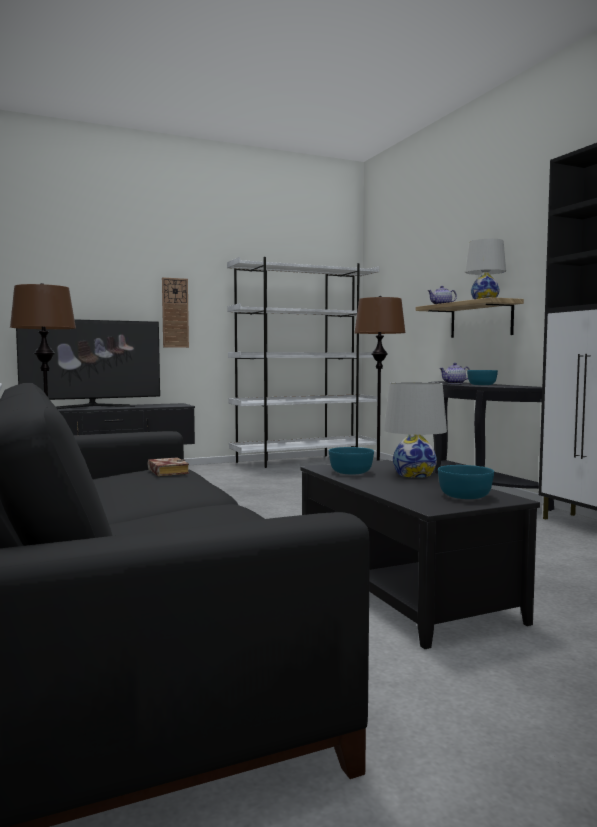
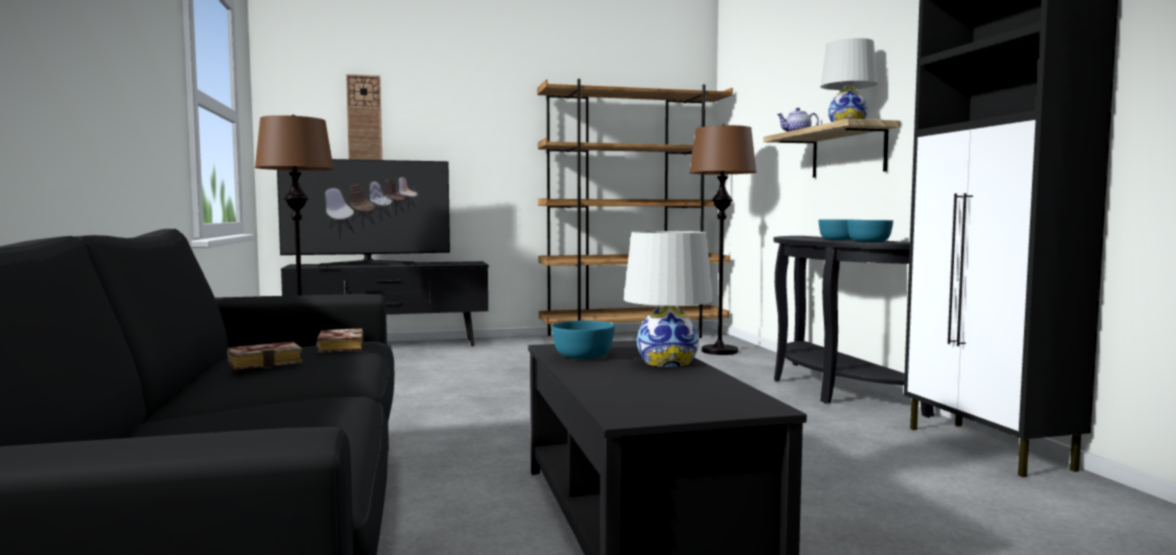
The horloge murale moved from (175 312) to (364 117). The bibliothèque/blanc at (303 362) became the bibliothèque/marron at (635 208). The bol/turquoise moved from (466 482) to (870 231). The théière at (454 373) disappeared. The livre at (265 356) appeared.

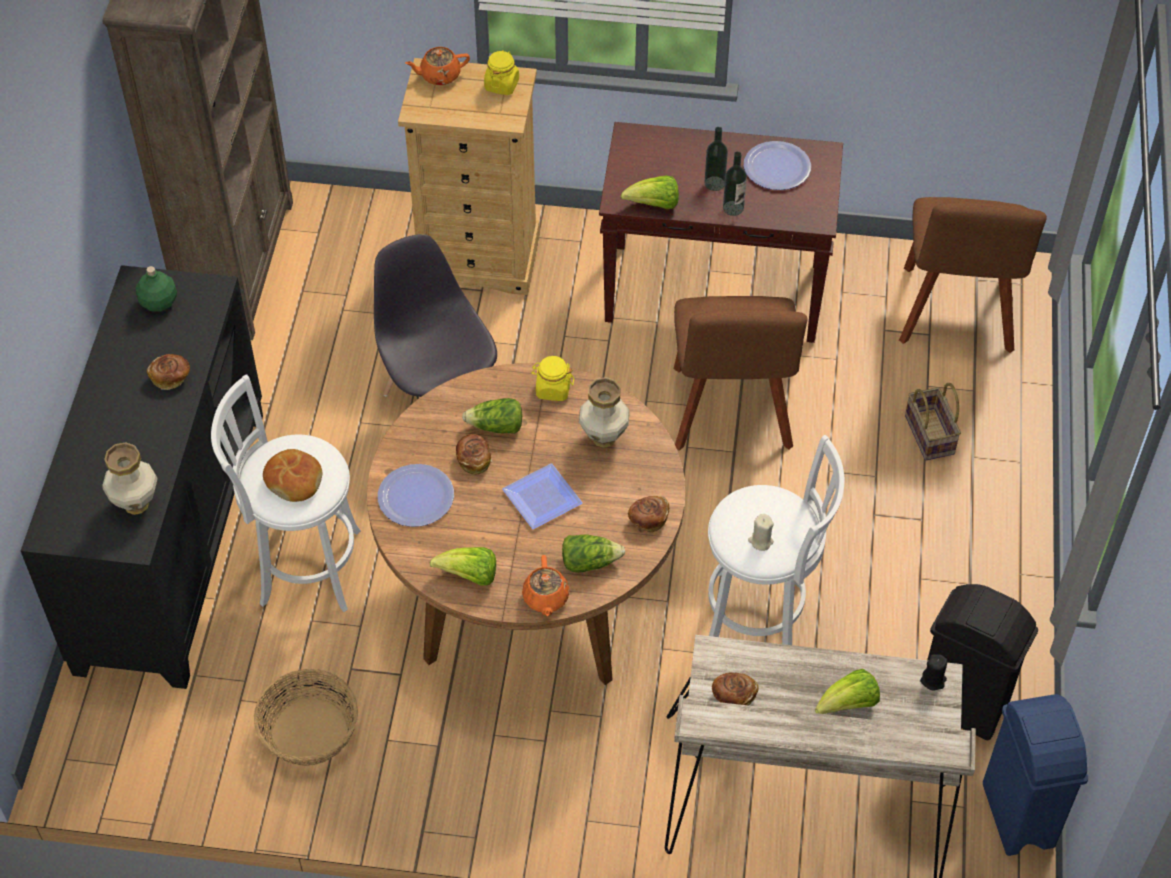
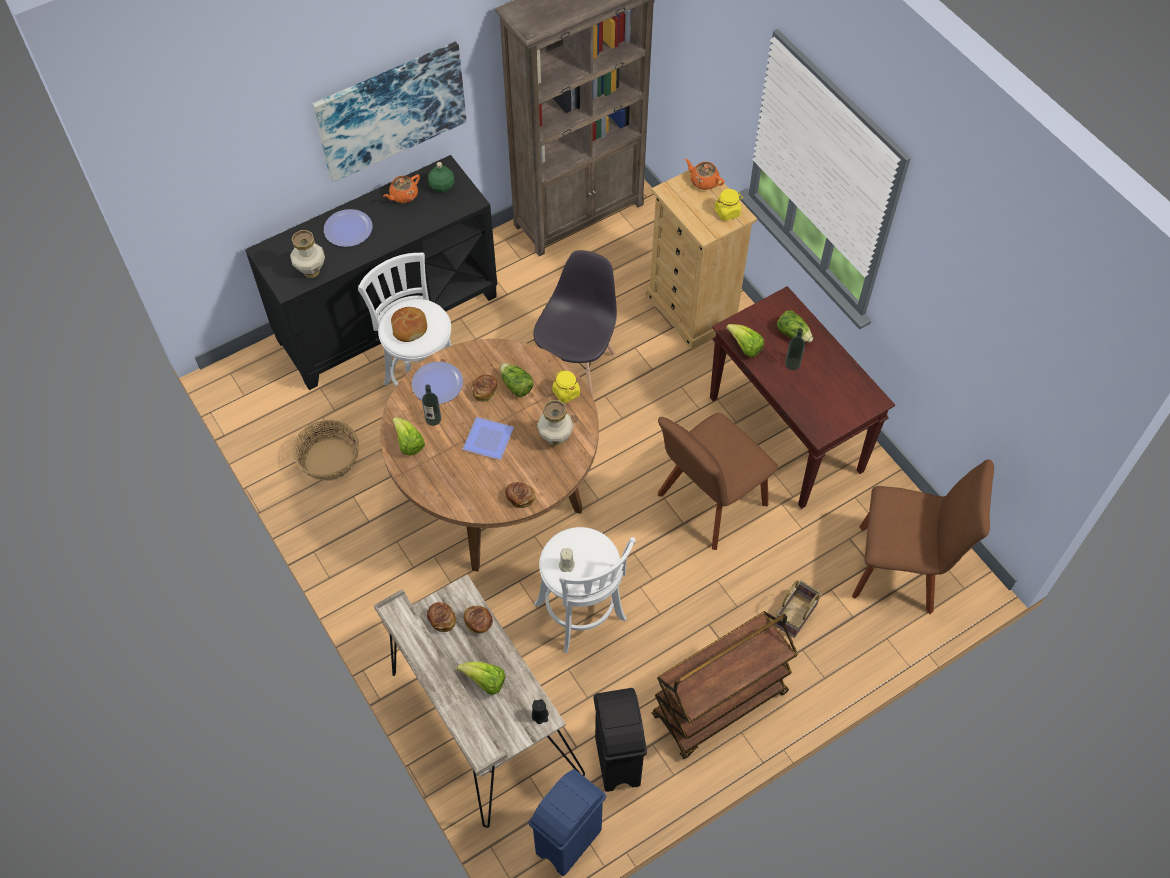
The pain moved from (168 372) to (478 619). The théière/orange moved from (546 585) to (401 188). The laitue moved from (593 553) to (795 326). The bouteille moved from (735 183) to (431 405). The assiette moved from (777 165) to (348 228). The chaise/marron at (973 275) turned 135 degrees counterclockwise. The tableau at (389 112) appeared. The chariot/marron at (725 685) appeared.

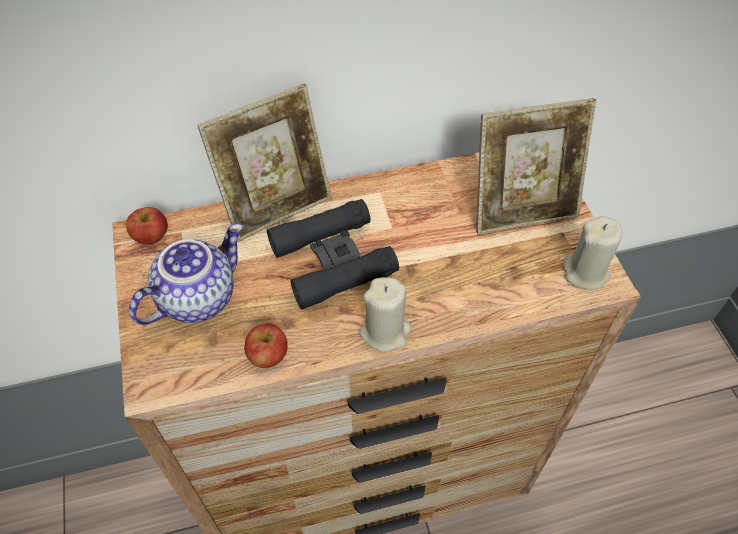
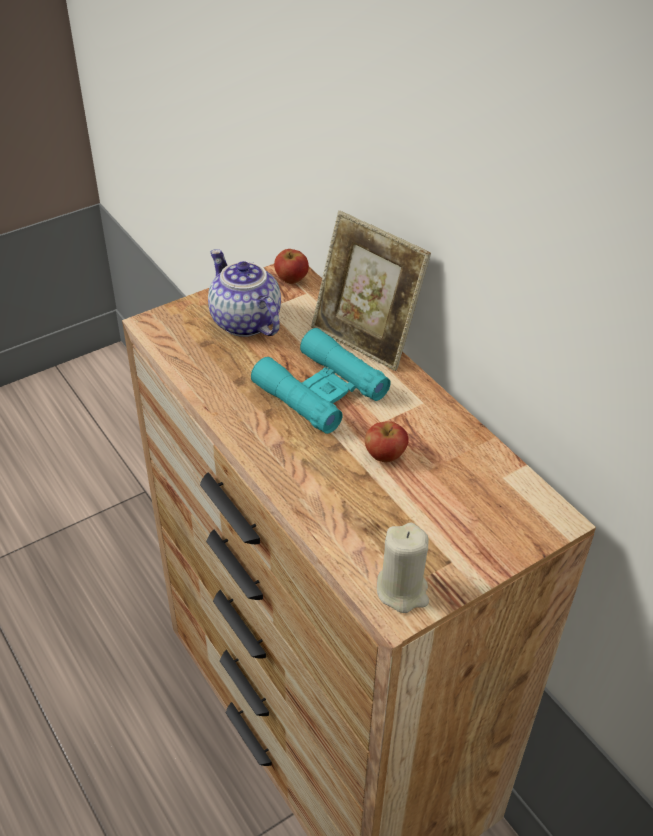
The théière at (186 274) turned 150 degrees counterclockwise. The pomme moved from (266 345) to (386 441). The jumelles/noir at (333 254) became the jumelles/turquoise at (321 381). The bougie/beige at (386 315) disappeared. The cadre photo at (536 166) disappeared.

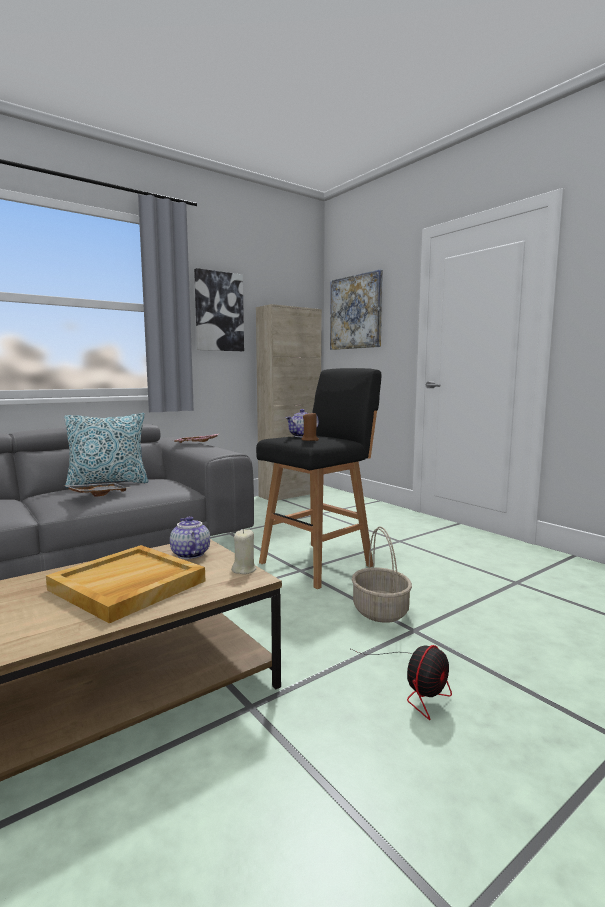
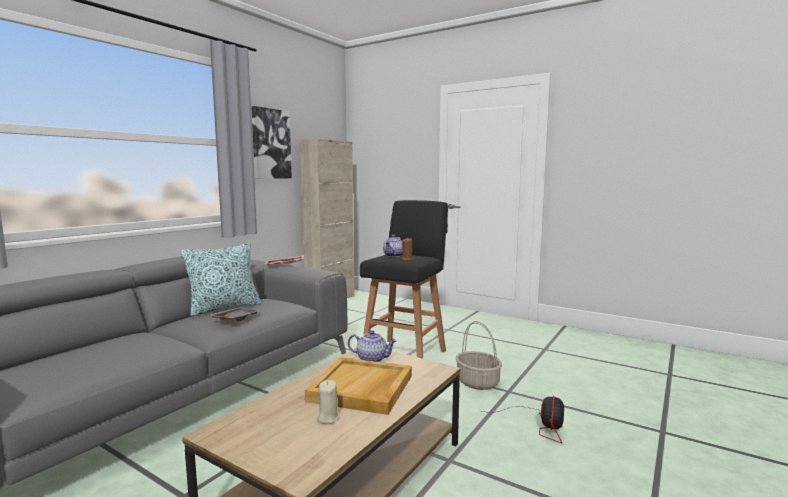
The théière at (190 537) turned 150 degrees clockwise. The bougie/beige moved from (244 551) to (328 402). The tableau at (356 309) disappeared.

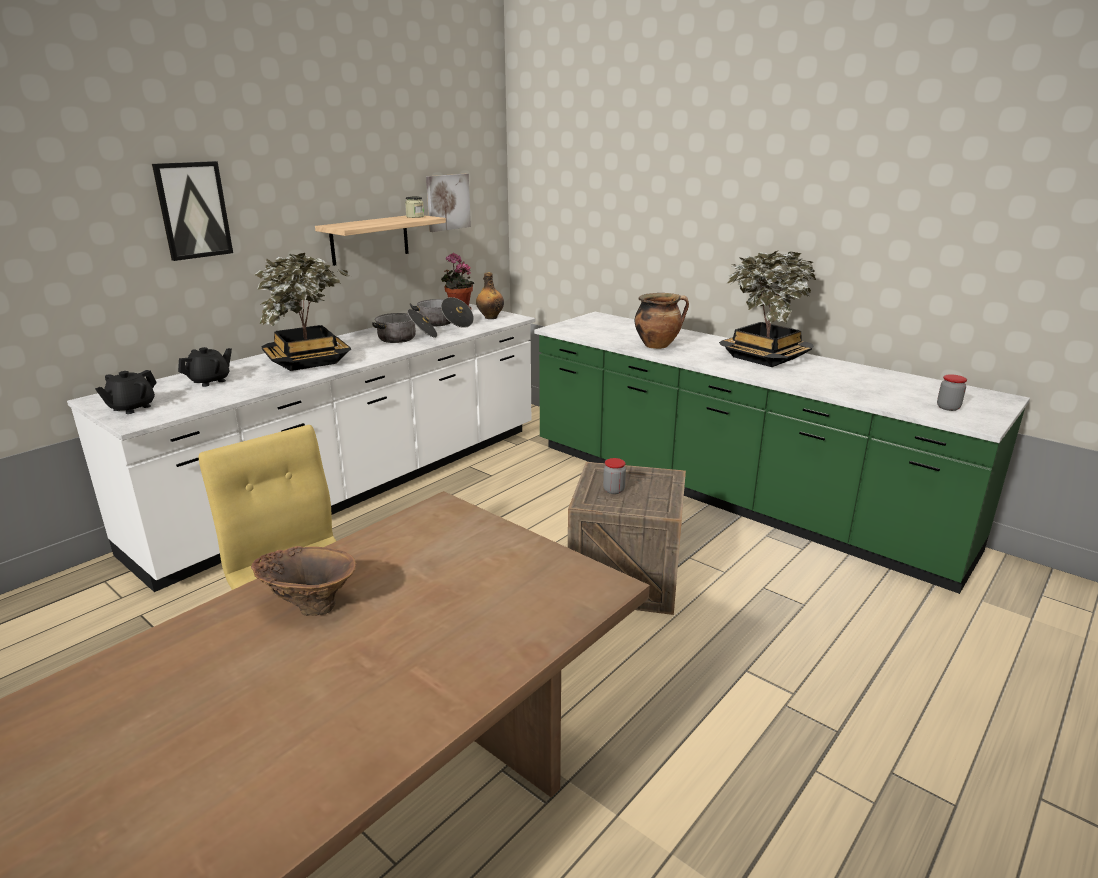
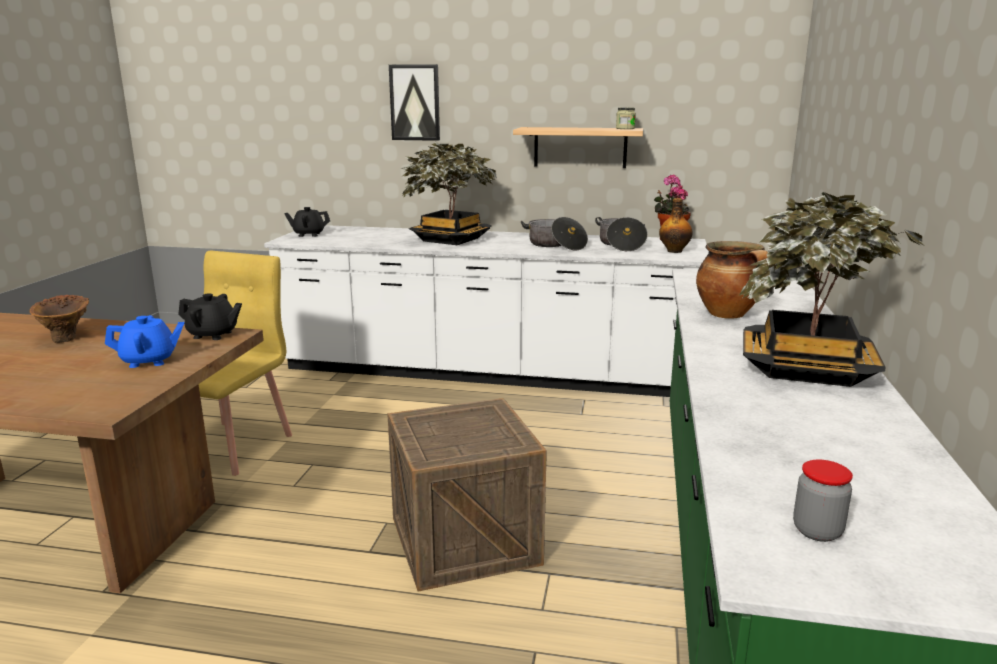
The théière/noir moved from (205 367) to (210 316). The tableau at (448 203) disappeared. The bocal at (614 476) disappeared. The théière/bleu at (144 341) appeared.

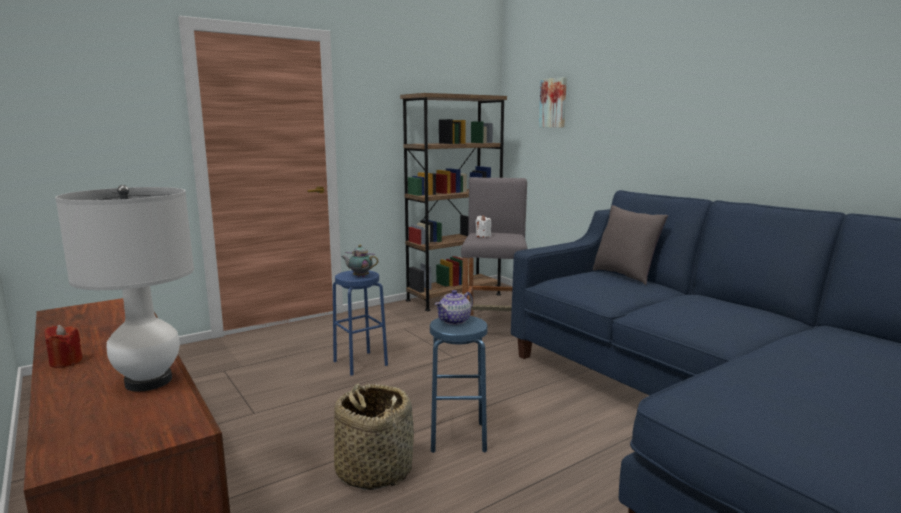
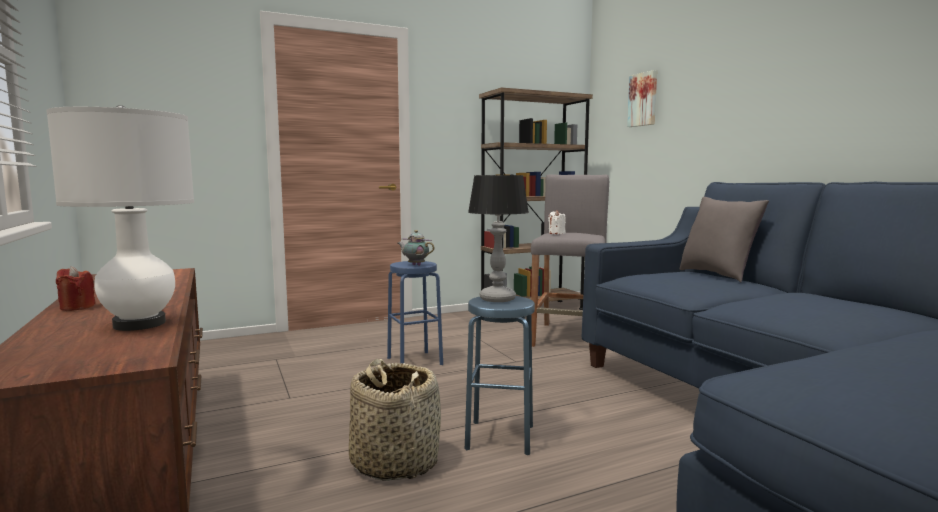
The théière at (454 307) was replaced by the lampe de table at (498 238).

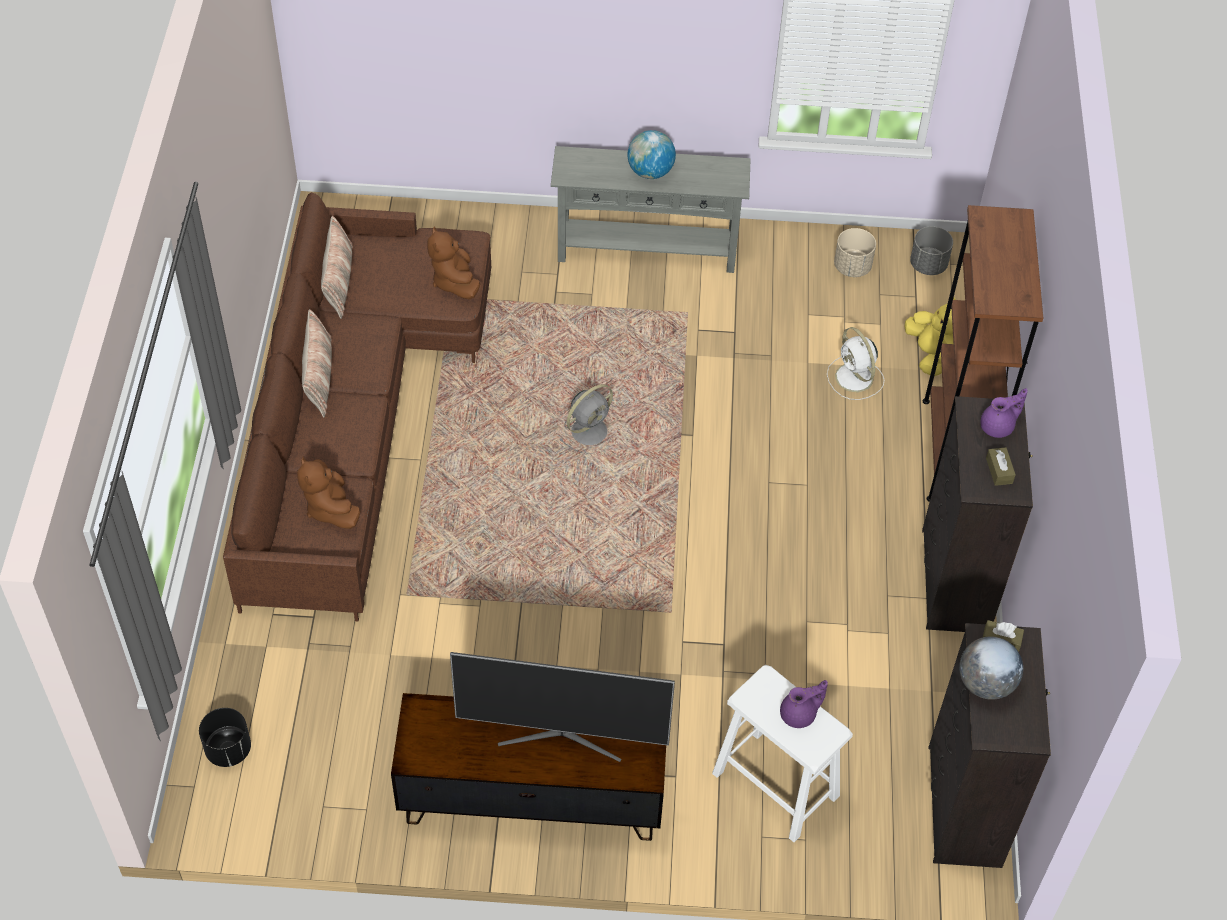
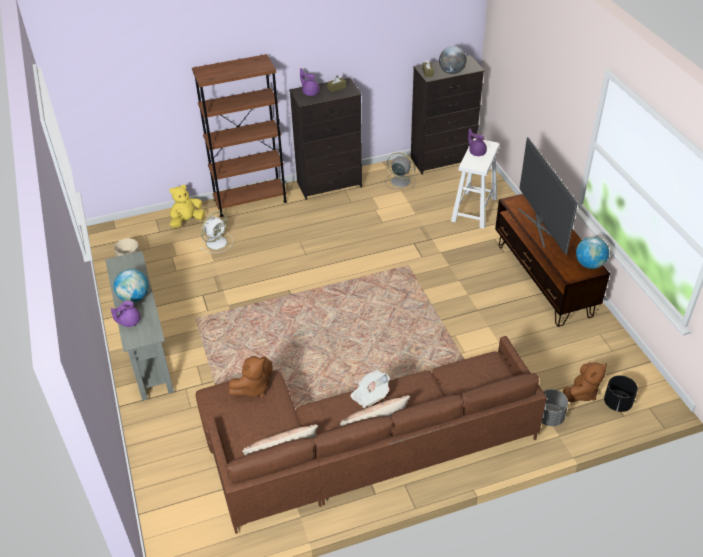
The peluche/marron moved from (328 493) to (585 382). The ventilateur/gris moved from (586 418) to (400 170). The cache-pot/gris moved from (931 250) to (555 407). The théière/violet at (125 314) appeared. The journal at (370 389) appeared. The globe at (592 253) appeared.

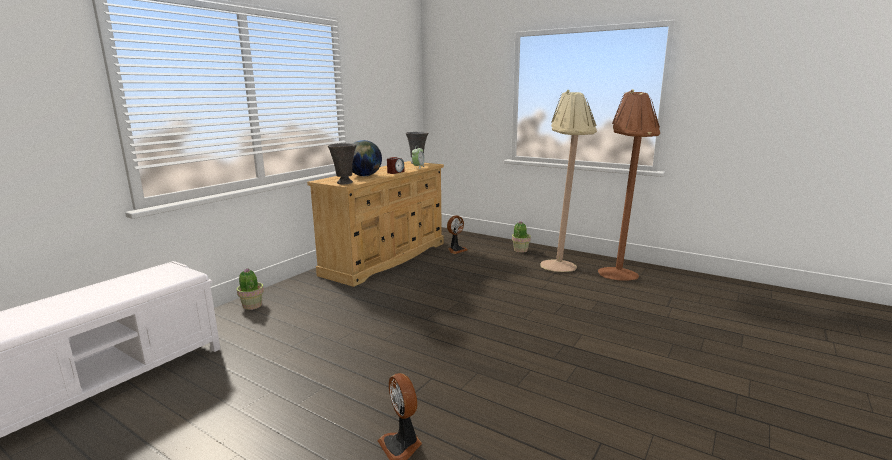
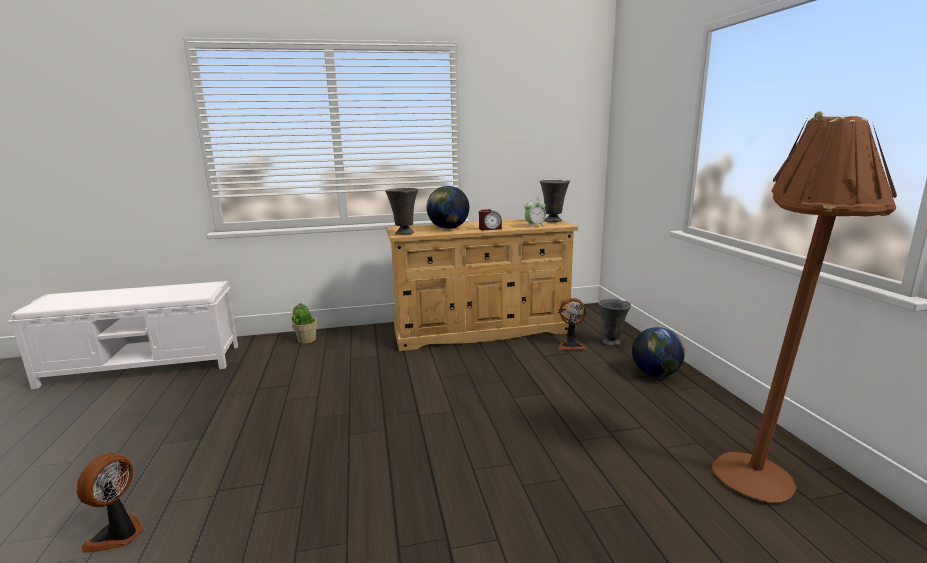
The plante en pot at (521 237) was replaced by the globe at (658 352). The lampadaire/beige at (568 181) disappeared. The vase/gris at (614 322) appeared.

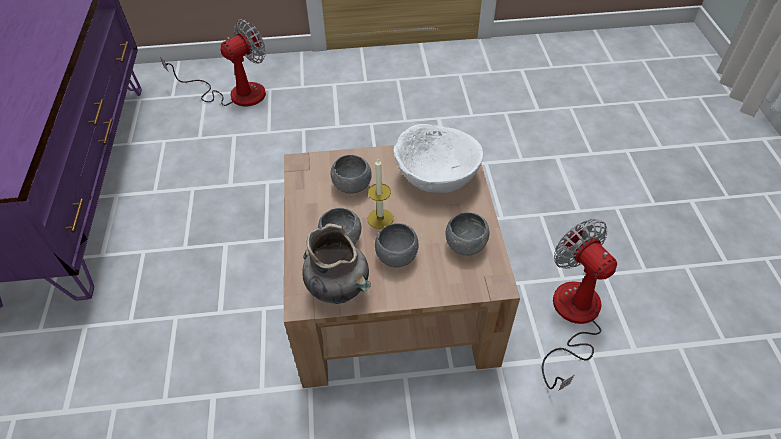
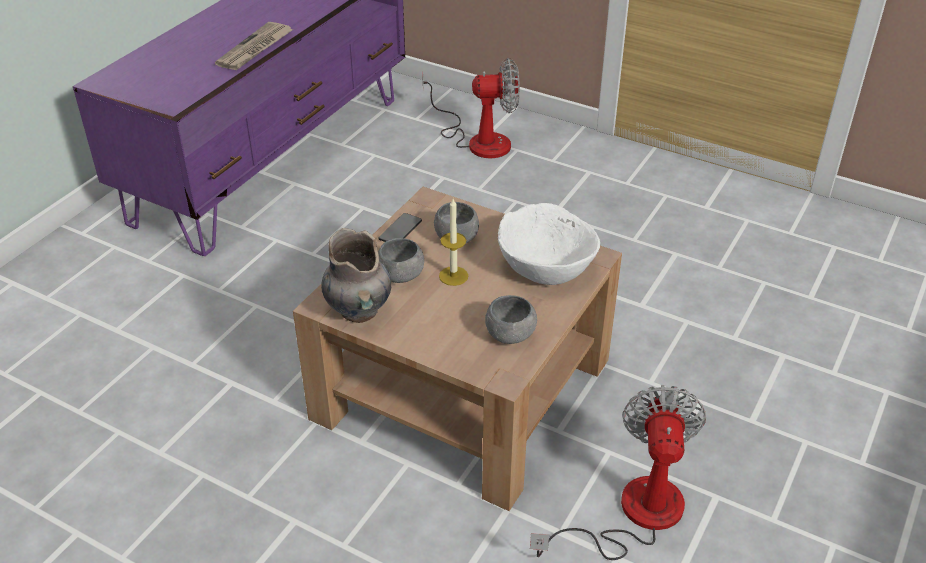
The bol/gris at (397 245) disappeared. The journal at (254 46) appeared. The téléphone at (400 227) appeared.

